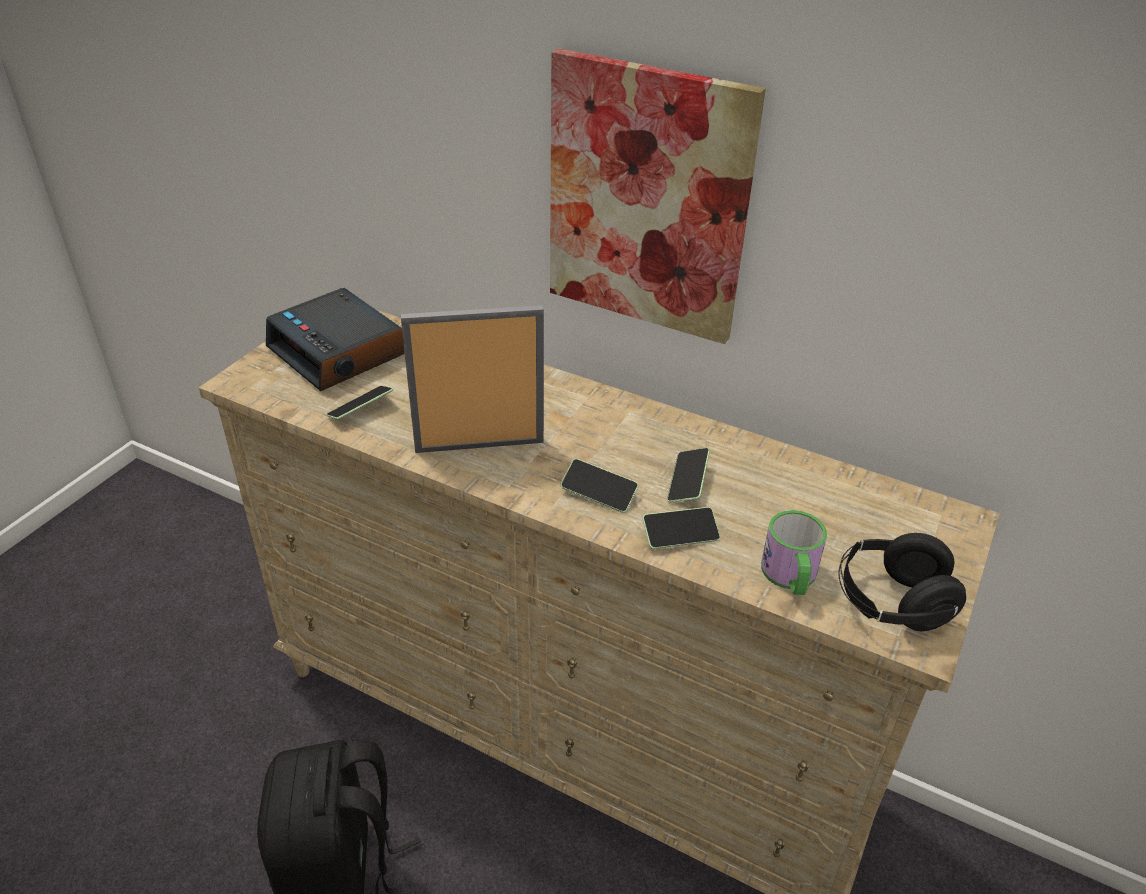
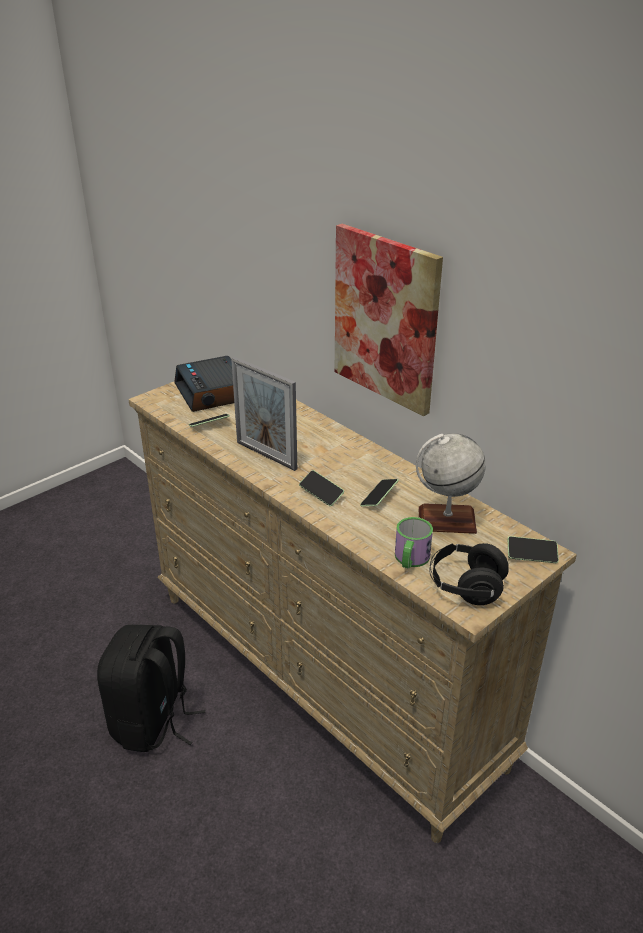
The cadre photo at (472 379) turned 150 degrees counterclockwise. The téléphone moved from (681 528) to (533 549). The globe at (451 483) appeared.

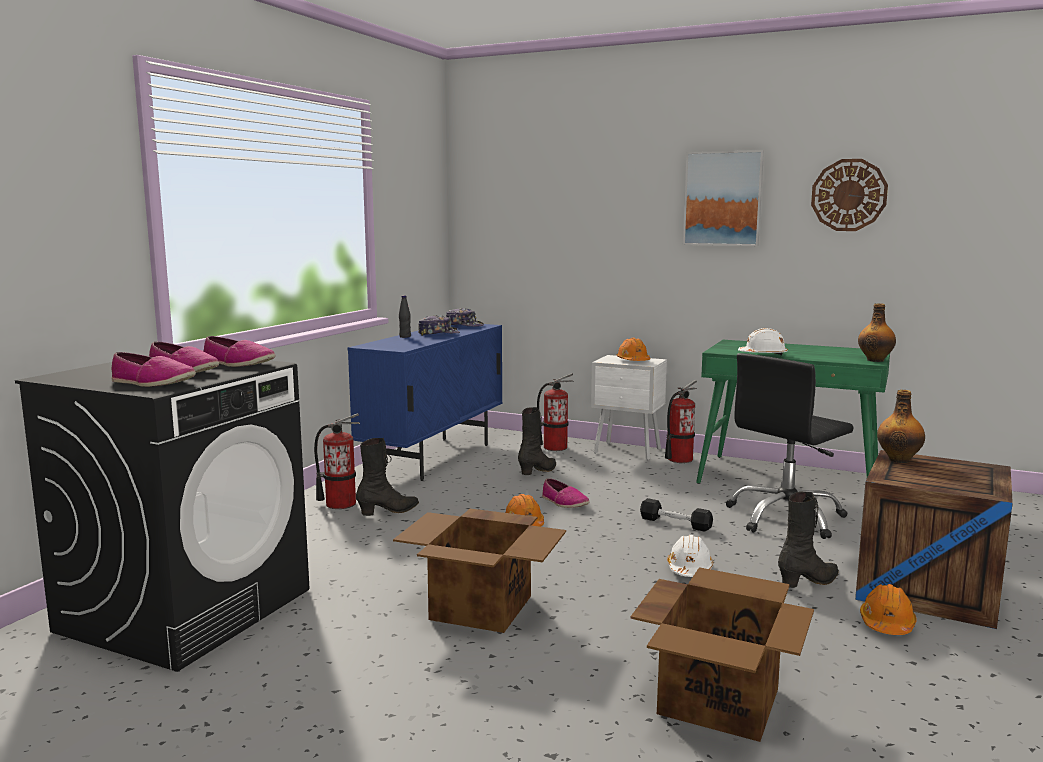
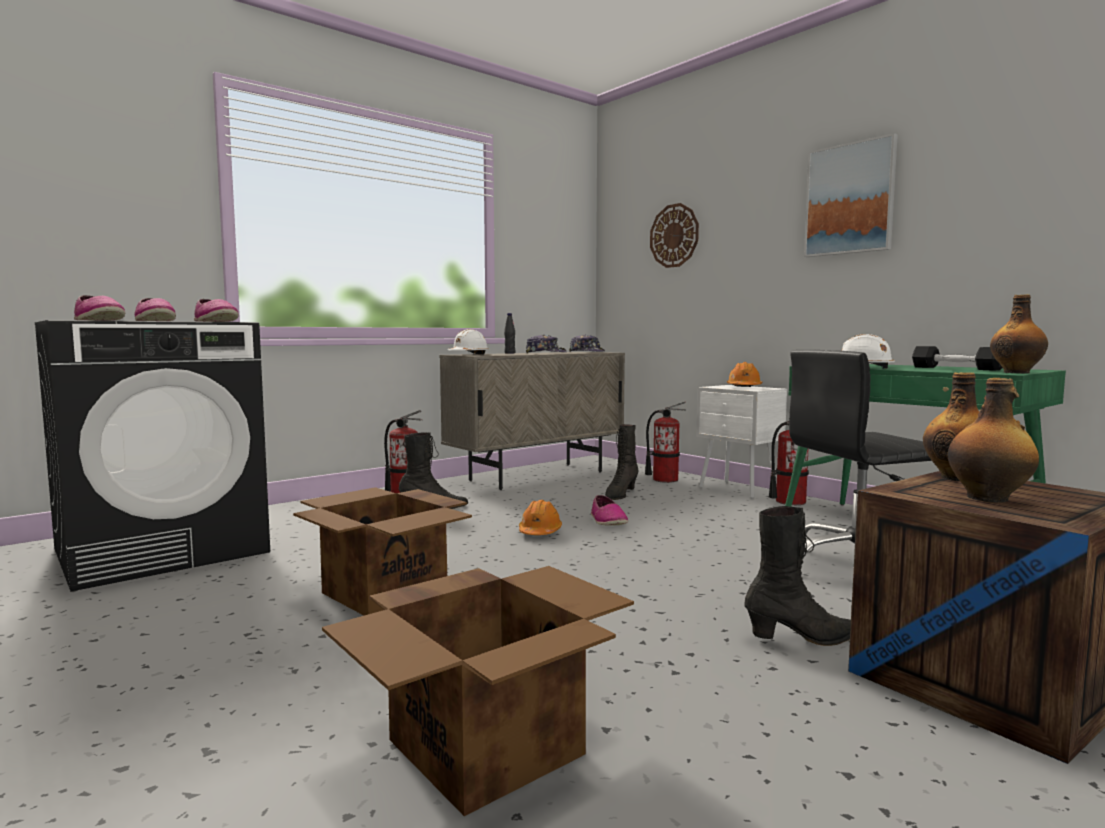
The meuble de rangement/bleu at (425 402) became the meuble de rangement/beige at (532 421). The botte/noir at (537 441) turned 150 degrees clockwise. The haltère/noir moved from (676 515) to (957 358). The casque de chantier/blanc moved from (690 556) to (468 341). The horloge murale moved from (849 195) to (674 235). The casque de chantier/orange at (888 609) disappeared. The bouteille at (993 440) appeared.

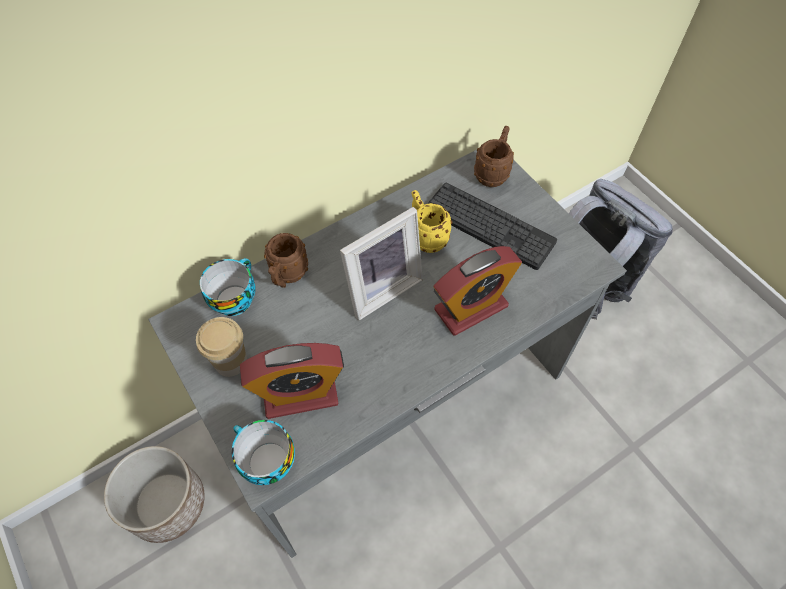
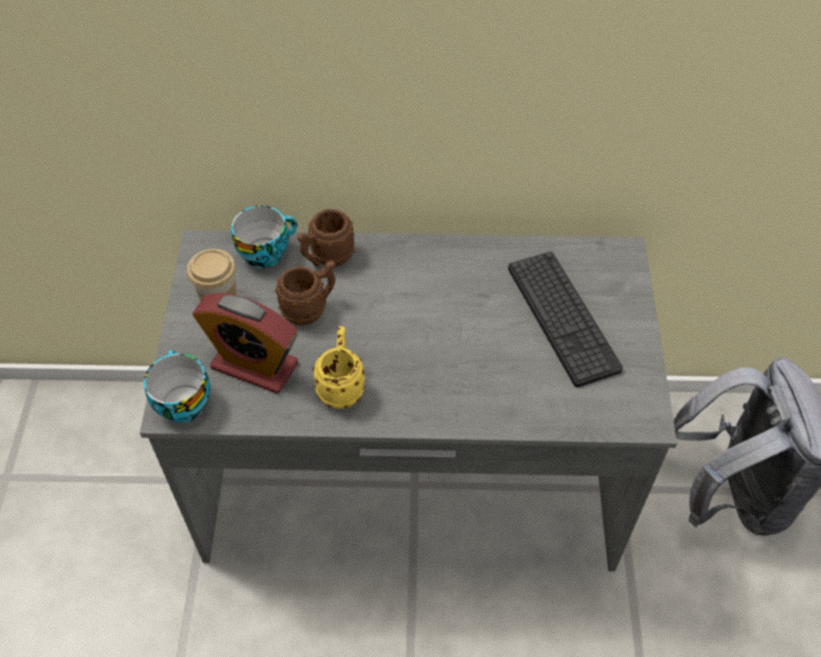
The cache-pot at (154 494) disappeared. The cadre photo at (381 263) disappeared. The mug/jaune moved from (432 221) to (339 367). The réveil at (478 291) disappeared. The mug/marron moved from (494 156) to (305 292).

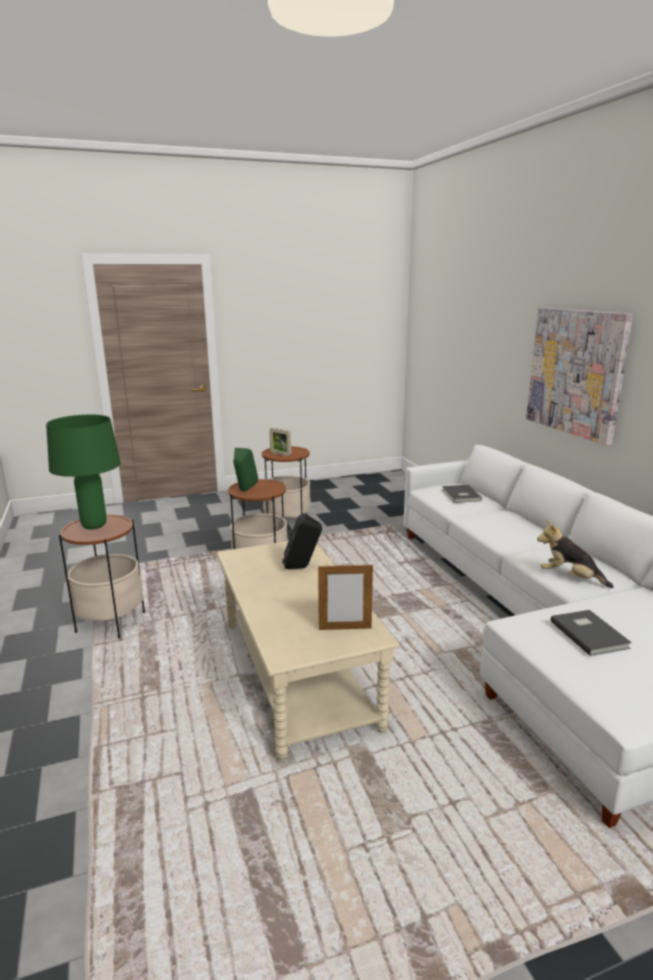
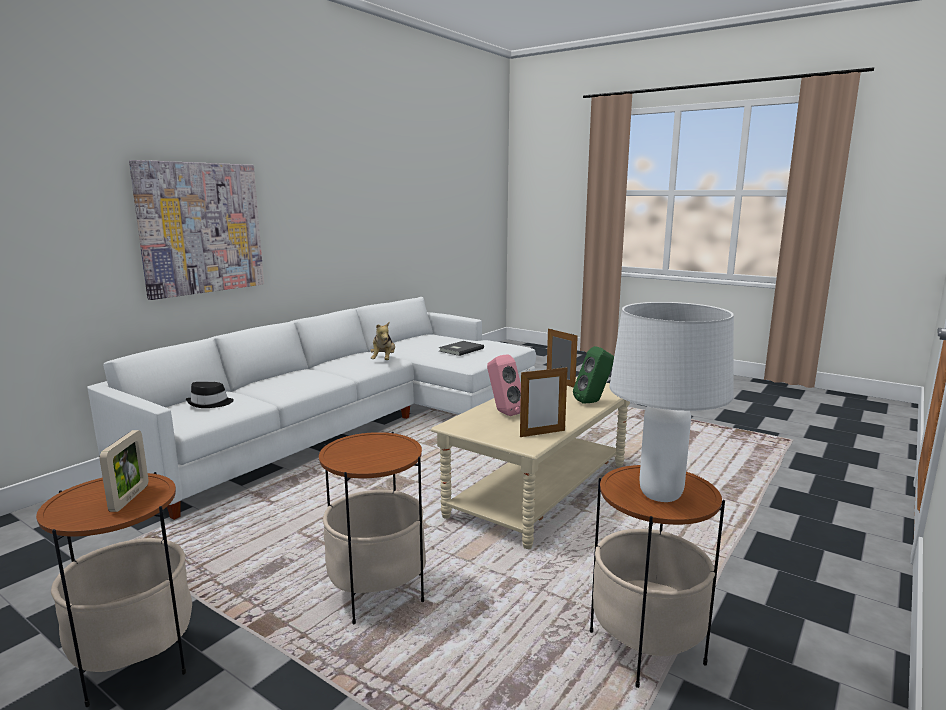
The lampe de table/vert at (83 472) became the lampe de table/blanc at (671 402). The enceinte/vert moved from (245 469) to (593 375). The enceinte/noir at (302 541) became the enceinte/rose at (504 385). The livre/gris at (462 494) was replaced by the chapeau/noir at (210 395). The cadre photo at (544 401) appeared.

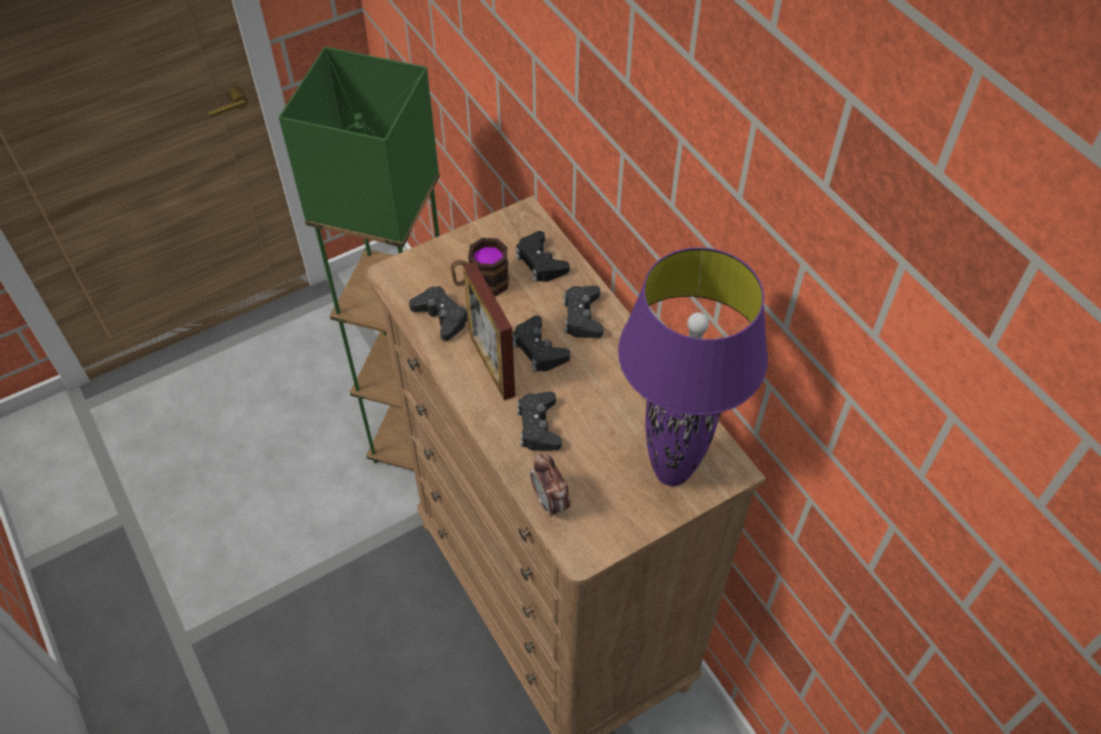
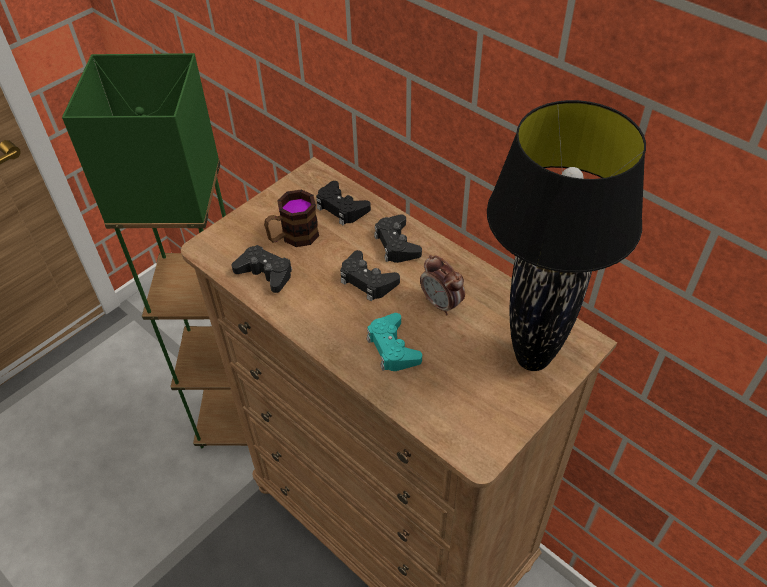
The cadre photo at (489 331) disappeared. The manette/noir at (539 421) became the manette/turquoise at (394 342). The réveil moved from (550 485) to (442 285). The lampe de table/violet at (693 366) became the lampe de table/noir at (566 235).

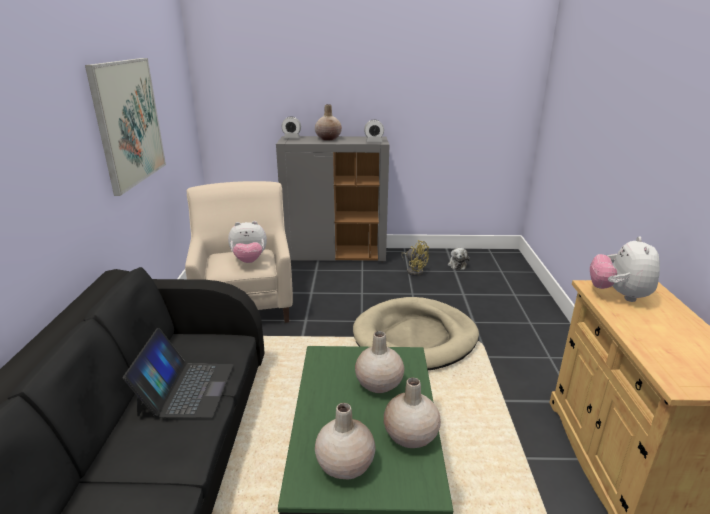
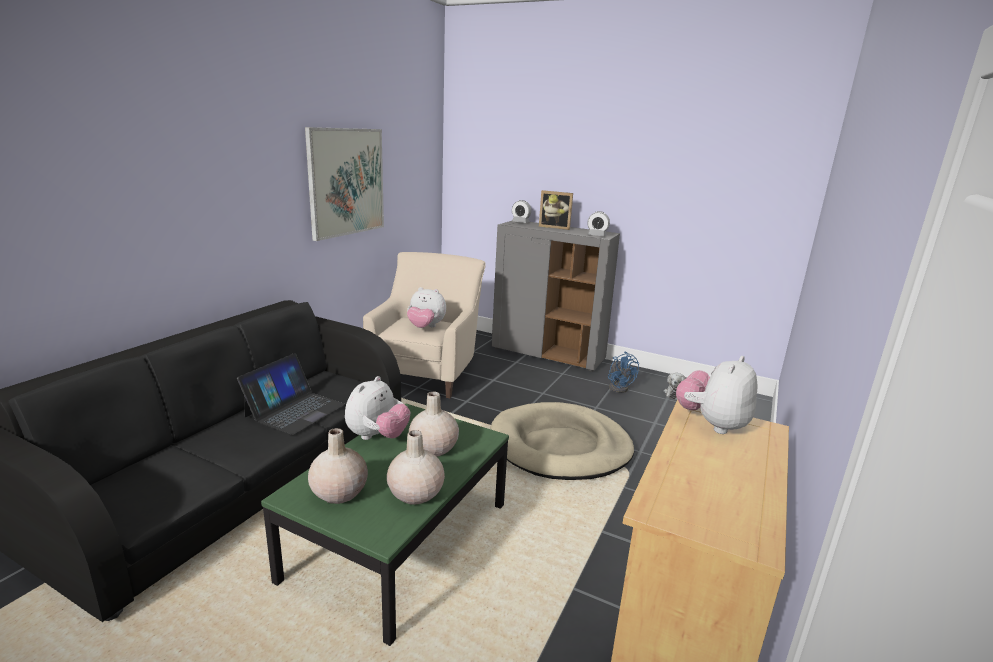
The vase/beige at (328 122) was replaced by the cadre photo at (556 210). The ventilateur/jaune at (415 258) became the ventilateur/bleu at (623 372). The peluche at (377 408) appeared.

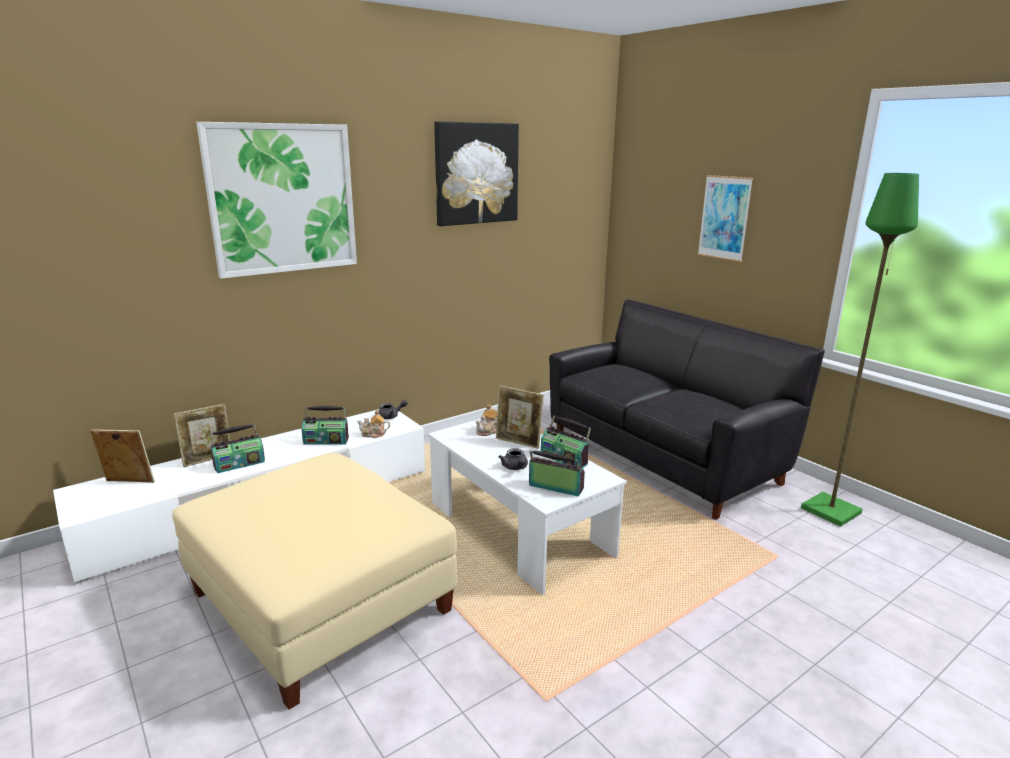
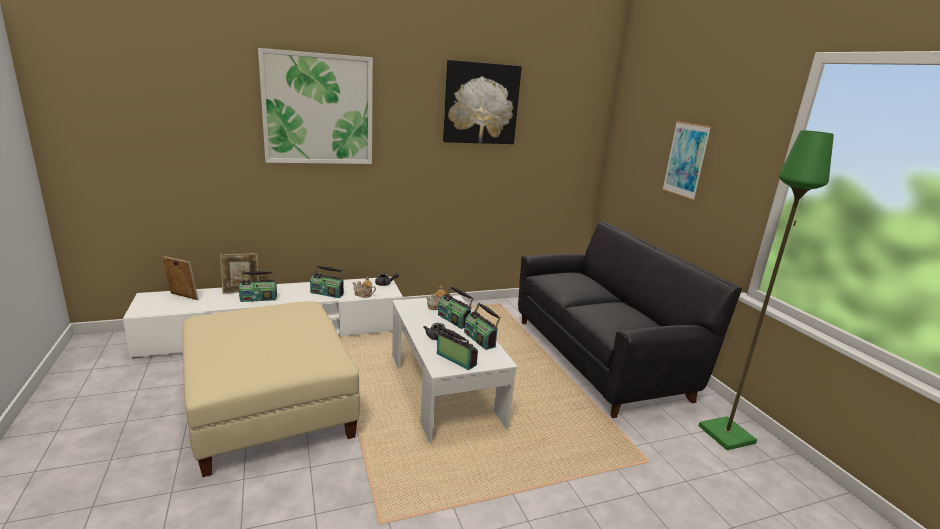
The cadre photo at (520 417) was replaced by the radio at (456 307).

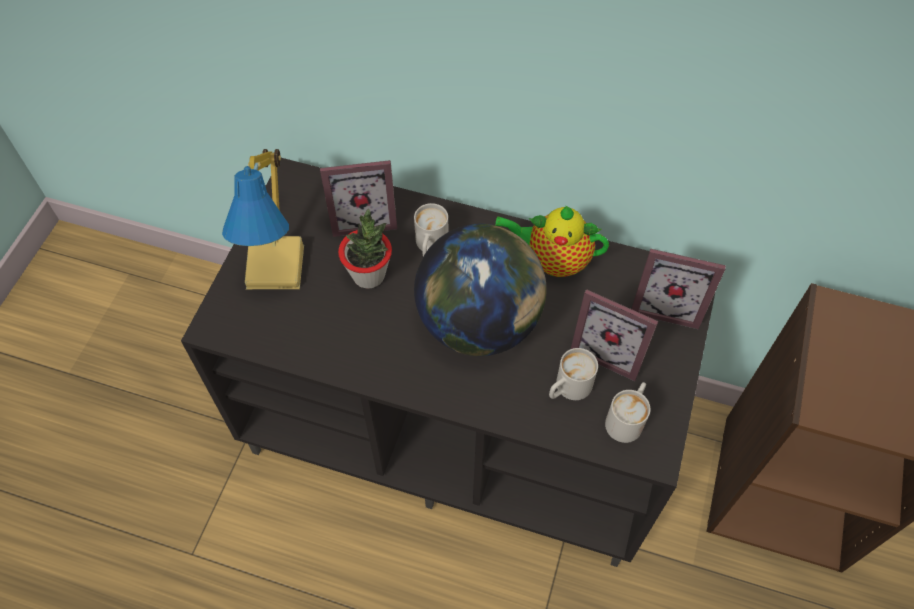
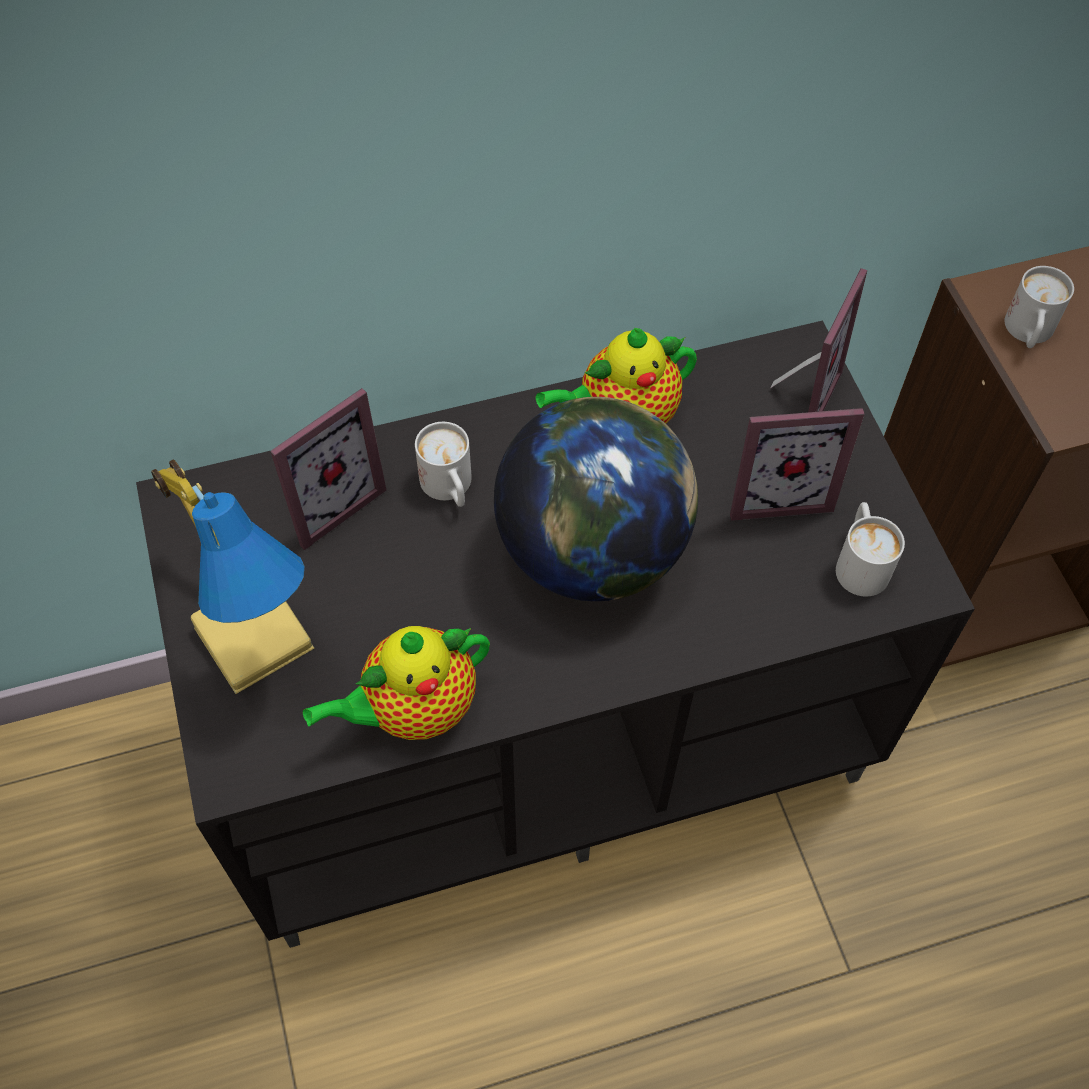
The plante en pot at (365 249) disappeared. The mug/blanc moved from (573 374) to (1039 307). The cadre photo at (678 289) turned 45 degrees counterclockwise. The théière at (396 683) appeared.

